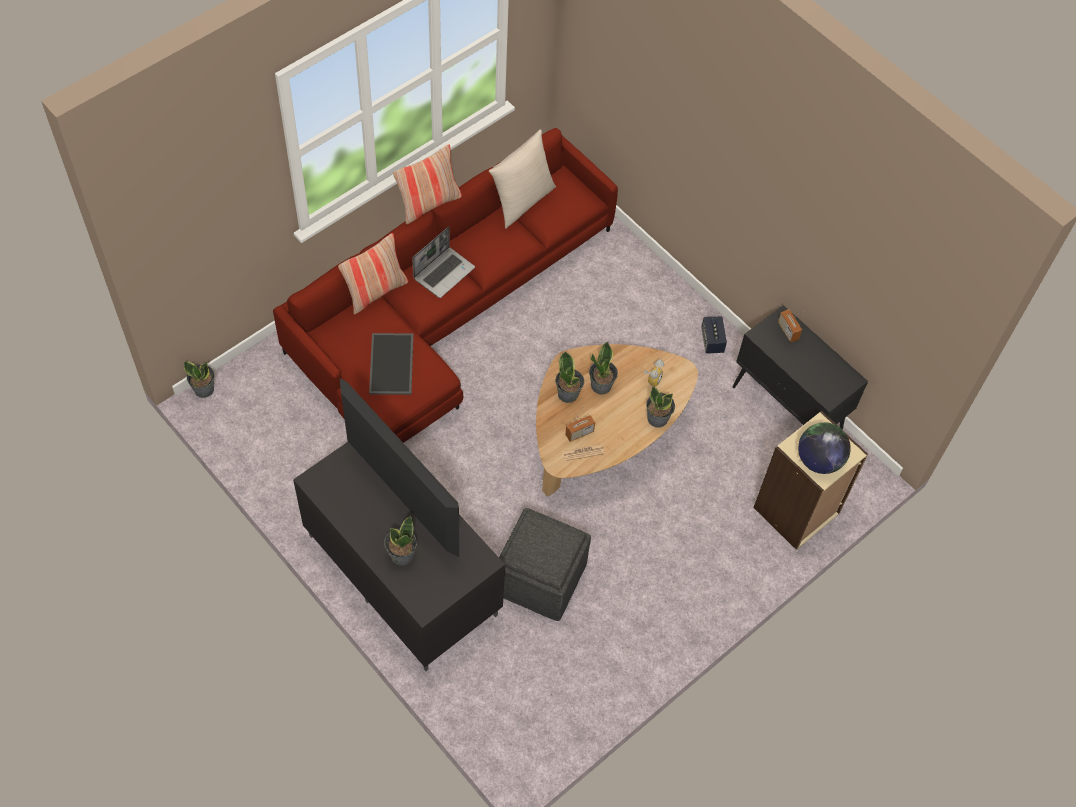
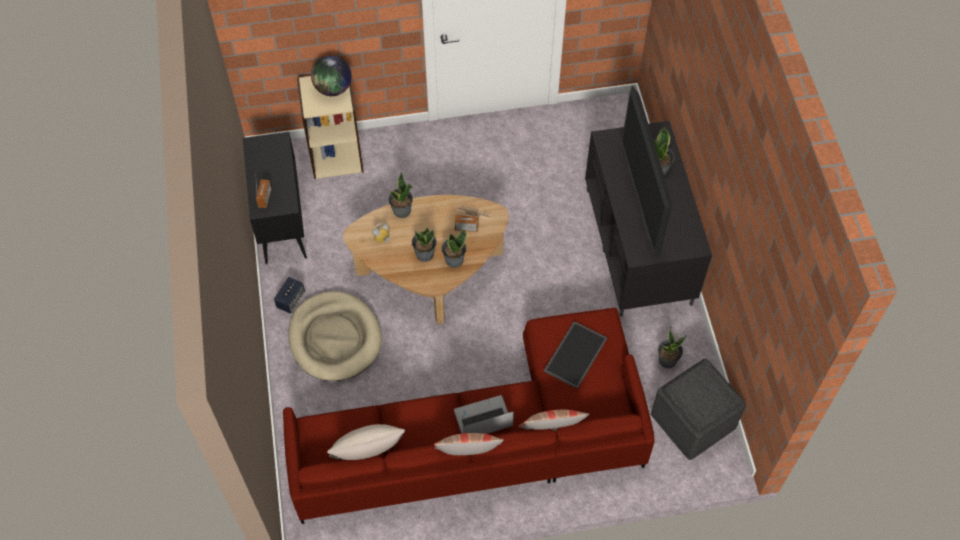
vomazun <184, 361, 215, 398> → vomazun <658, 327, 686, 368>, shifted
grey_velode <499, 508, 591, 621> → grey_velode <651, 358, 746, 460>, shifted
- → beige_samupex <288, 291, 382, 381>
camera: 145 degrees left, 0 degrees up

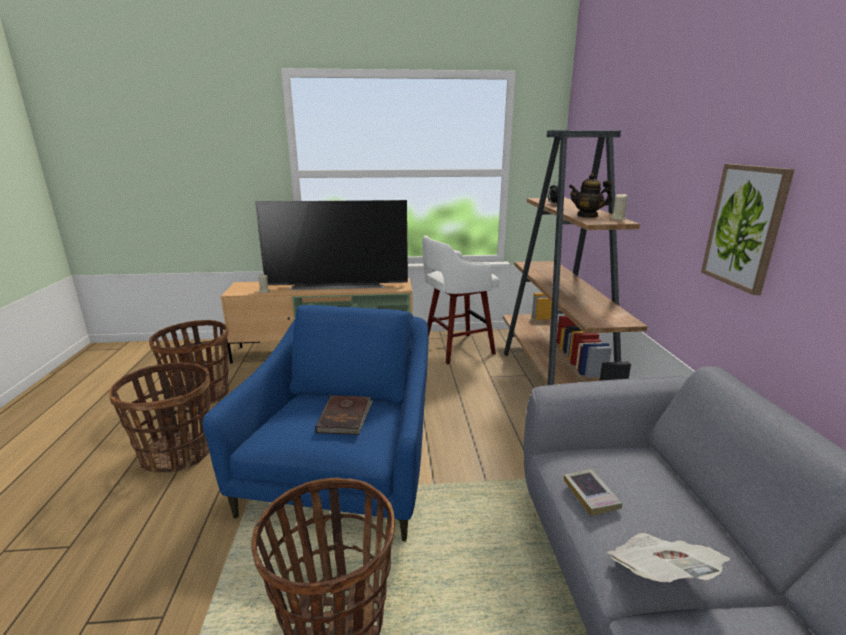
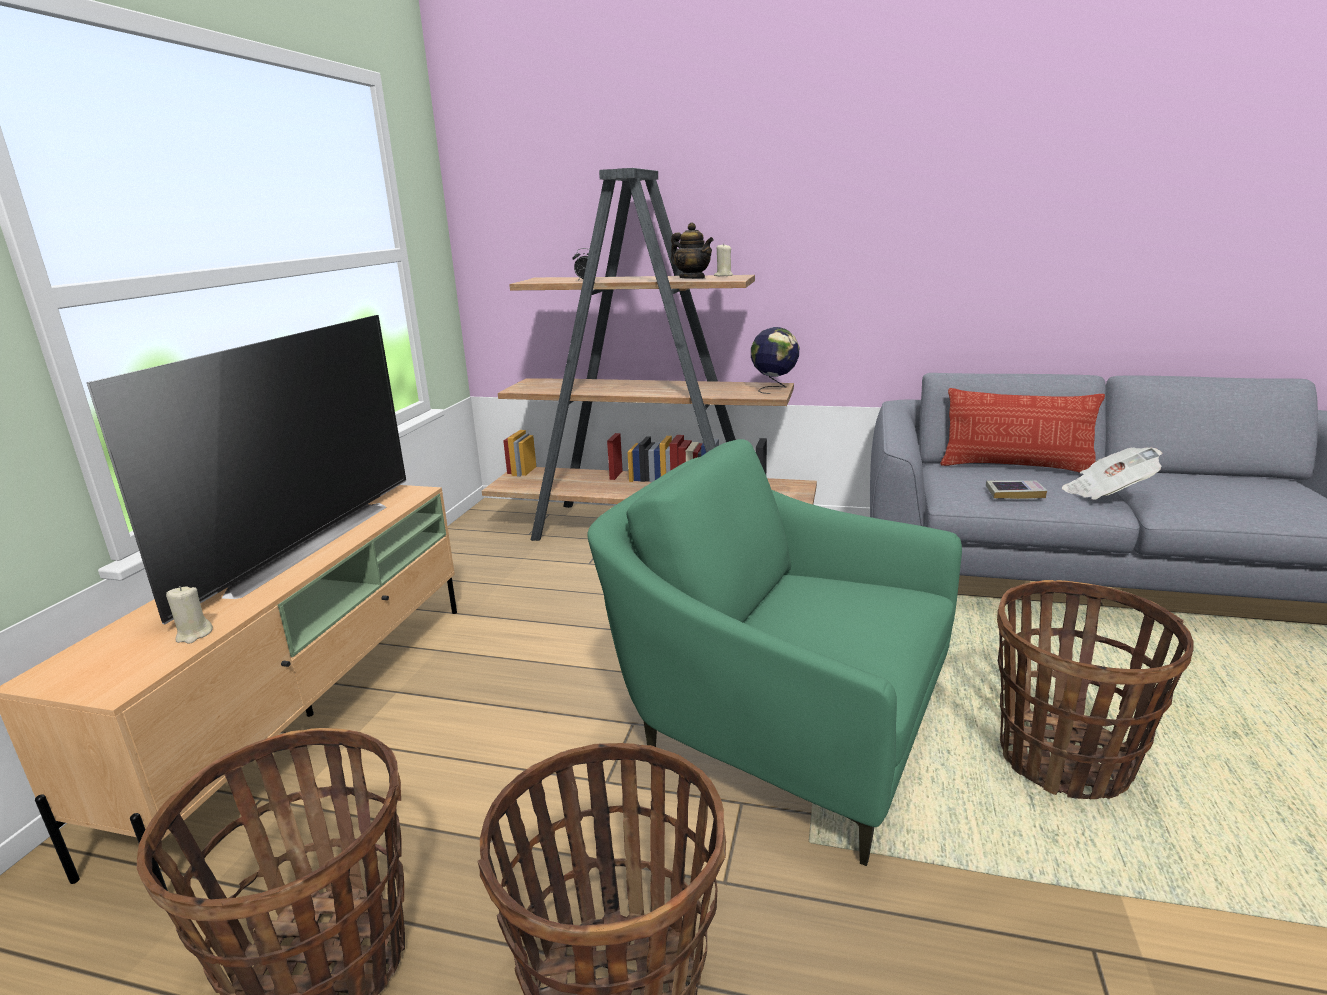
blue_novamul <202, 305, 429, 541> → green_novamul <587, 439, 962, 866>
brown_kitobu <315, 395, 373, 435> → -
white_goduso <423, 235, 499, 365> → -
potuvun <569, 173, 612, 218> → potuvun <671, 223, 714, 279>, 60 degrees counterclockwise
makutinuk <701, 164, 795, 295> → -
- → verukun <751, 327, 799, 394>
- → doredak <940, 388, 1105, 473>
camera: 70 degrees left, 0 degrees up

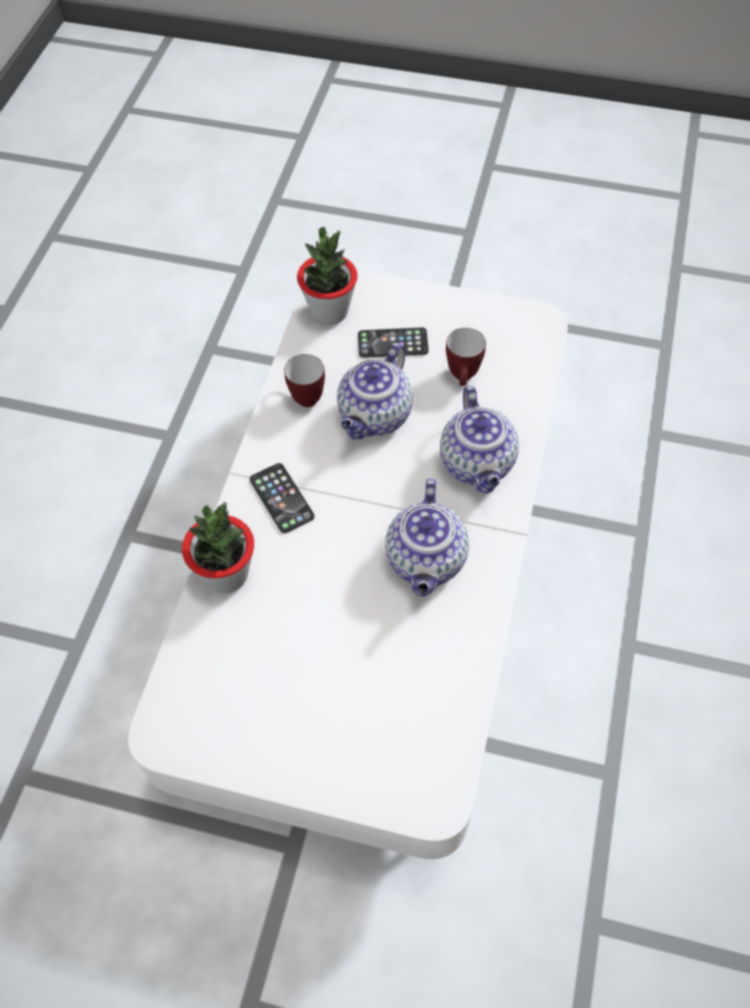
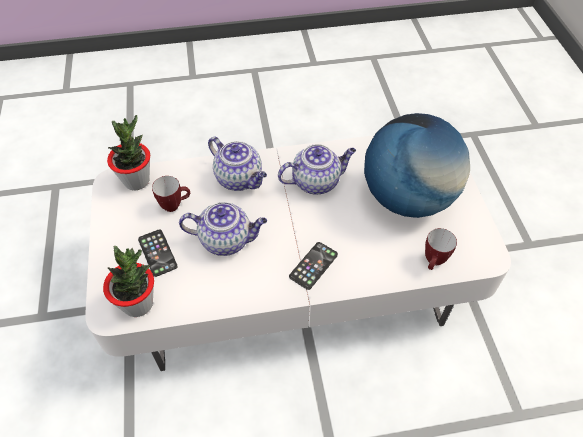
vomazun <182, 502, 254, 593> → vomazun <107, 115, 150, 191>, shifted
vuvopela <284, 354, 325, 407> → vuvopela <425, 228, 457, 270>, shifted
potuvun <440, 385, 519, 494> → potuvun <208, 136, 267, 191>, 75 degrees clockwise
- → verukun <364, 113, 470, 218>
camera: 115 degrees left, 5 degrees down

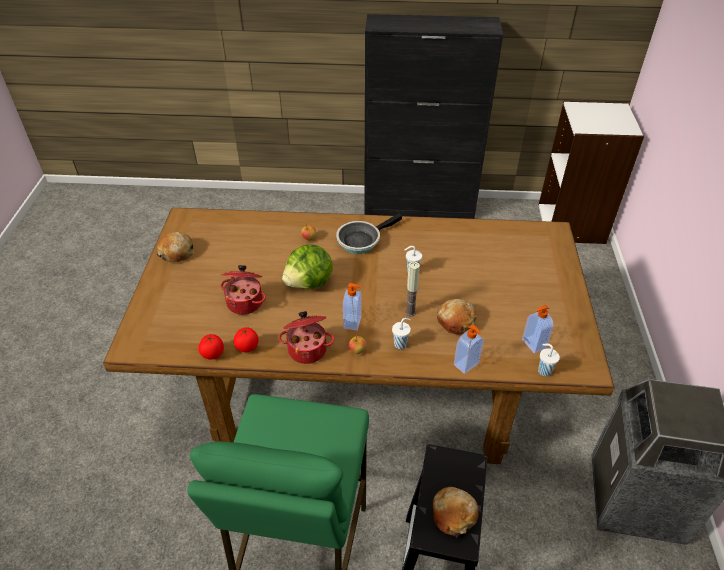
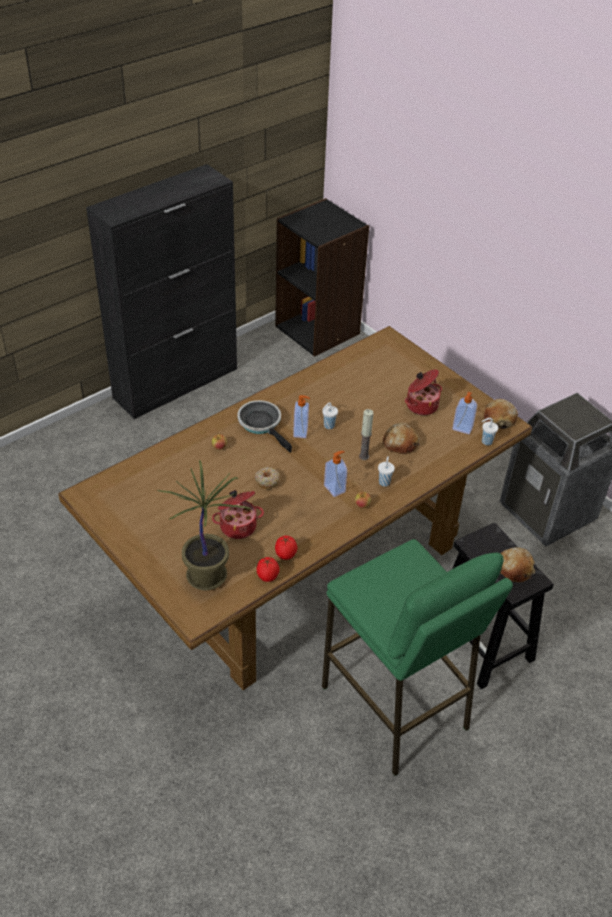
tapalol <157, 232, 194, 262> → tapalol <484, 399, 518, 429>, shifted
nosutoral <279, 311, 335, 364> → nosutoral <405, 369, 442, 415>, shifted
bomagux <282, 245, 333, 289> → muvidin <255, 467, 280, 489>
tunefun <336, 214, 402, 254> → tunefun <237, 400, 292, 453>, 135 degrees clockwise
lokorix <454, 324, 484, 374> → lokorix <293, 395, 310, 438>, shifted
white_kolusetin <539, 100, 644, 244> → black_kolusetin <275, 198, 369, 357>
- → vomazun <158, 460, 251, 590>
camera: 45 degrees left, 0 degrees up

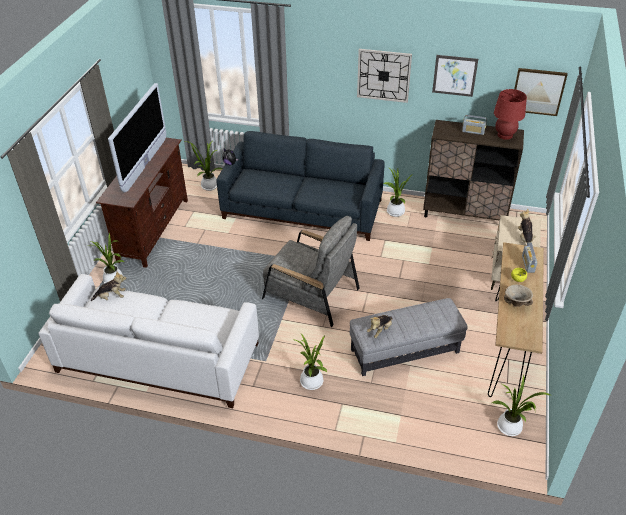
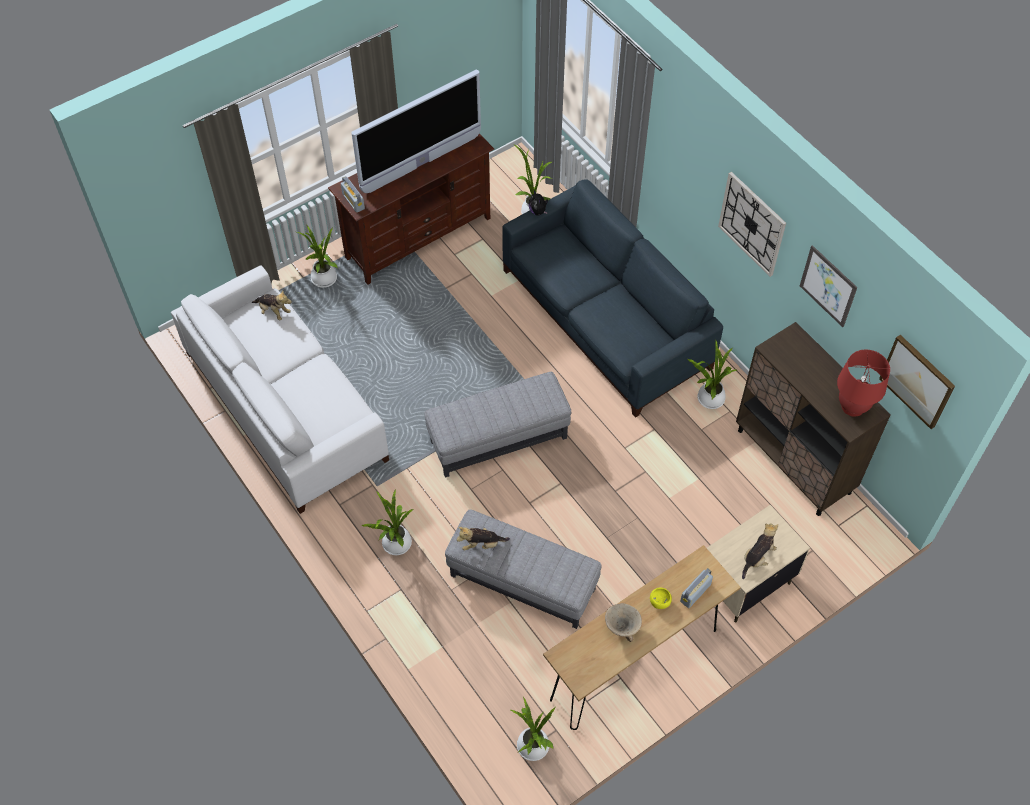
grey_novamul <262, 216, 360, 327> → grey_velode <425, 372, 571, 478>
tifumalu <462, 115, 487, 135> → tifumalu <341, 176, 365, 213>, shifted
camera: 40 degrees right, 15 degrees up

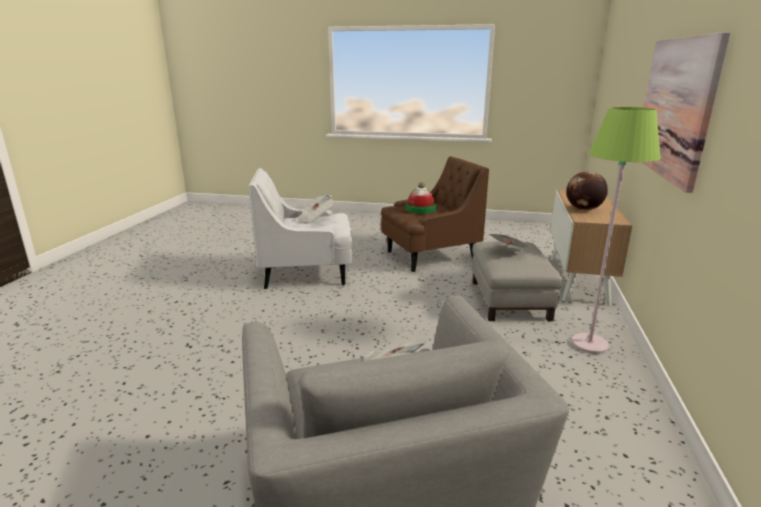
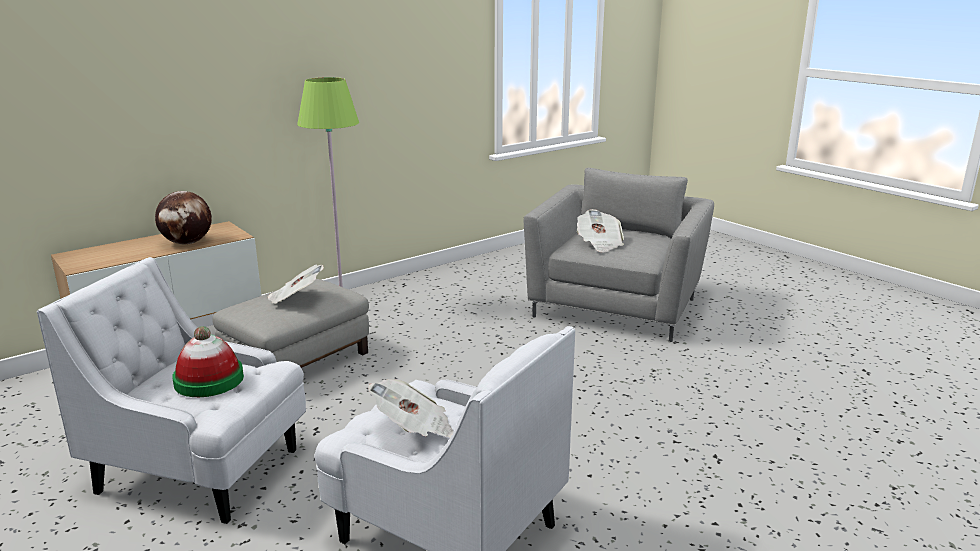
brown_novamul <381, 156, 489, 272> → white_novamul <37, 257, 306, 524>
makutinuk <641, 32, 731, 193> → -
camera: 140 degrees left, 0 degrees up

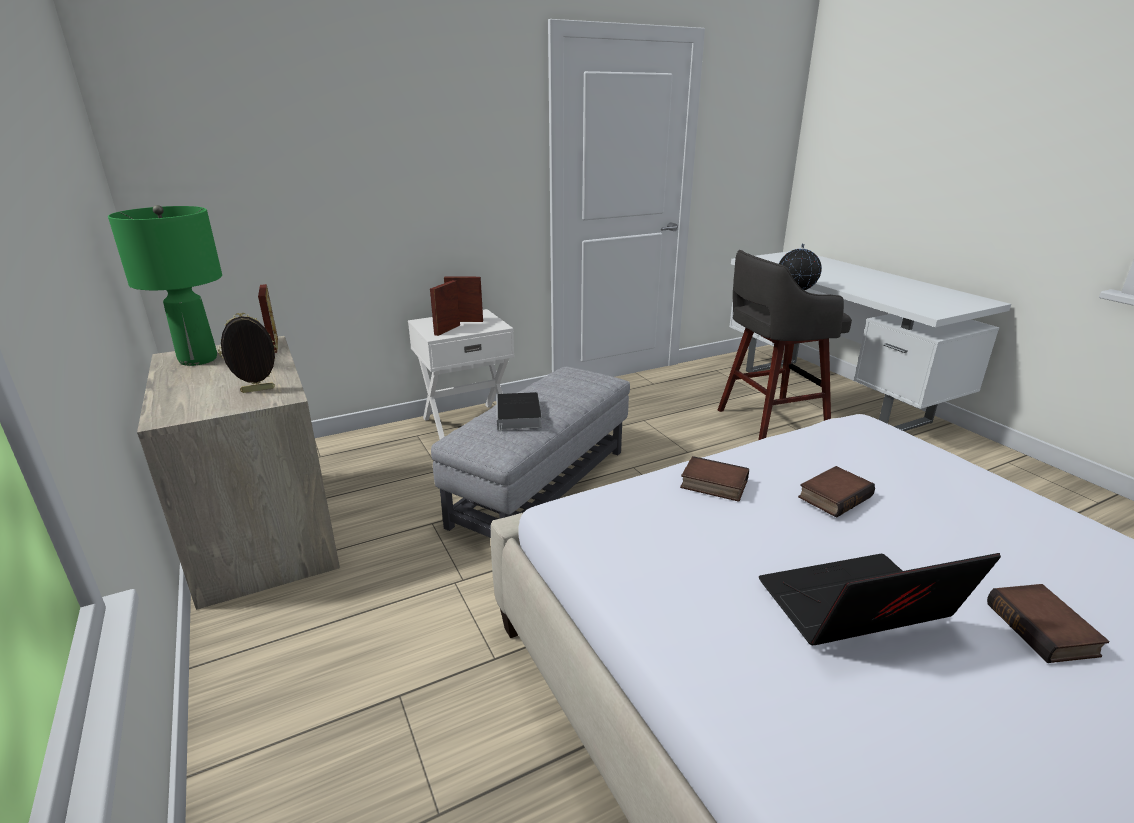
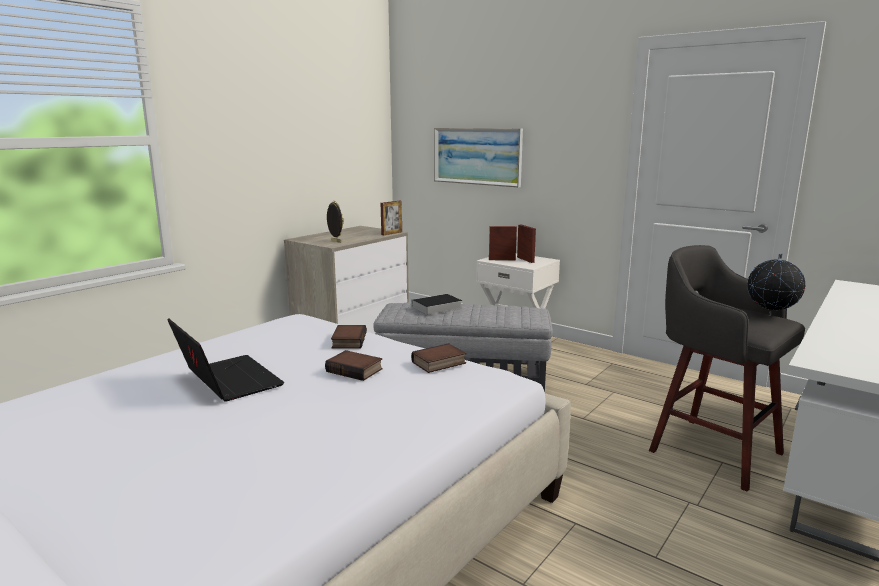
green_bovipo <108, 205, 222, 366> → -
kitobu <987, 584, 1109, 663> → kitobu <411, 343, 466, 373>, shifted
- → makutinuk <434, 128, 523, 188>
camera: 65 degrees right, 10 degrees down

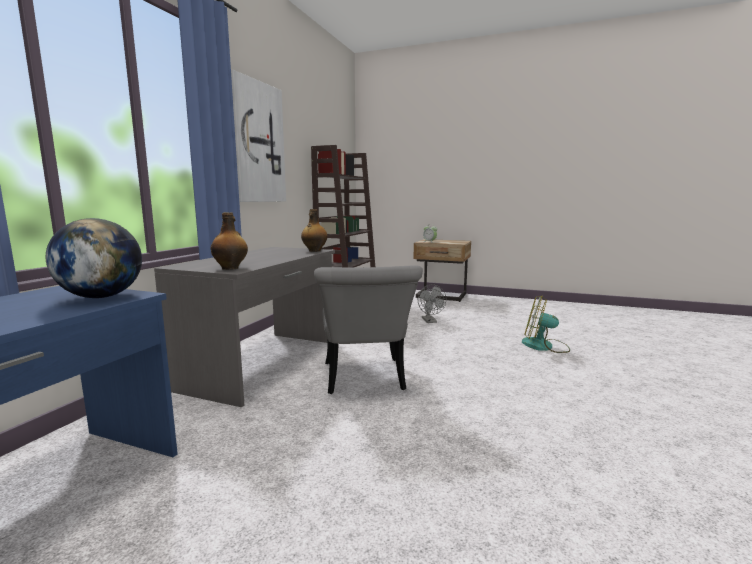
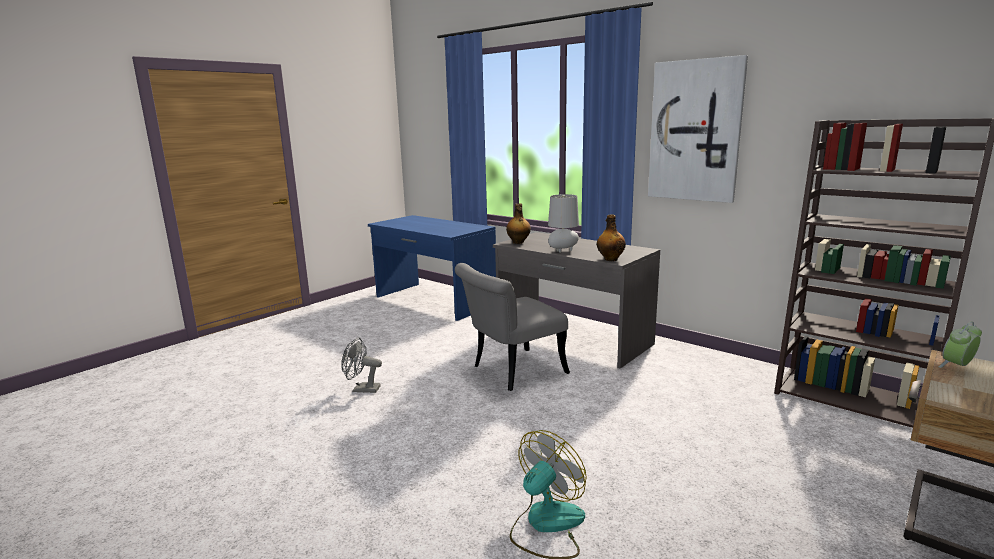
verukun <46, 218, 142, 298> → -
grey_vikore <314, 265, 423, 394> → grey_vikore <455, 263, 570, 391>, 45 degrees counterclockwise
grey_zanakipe <418, 284, 446, 323> → grey_zanakipe <341, 337, 382, 393>, shifted
- → grey_bovipo <548, 194, 579, 253>
camera: 110 degrees right, 5 degrees up

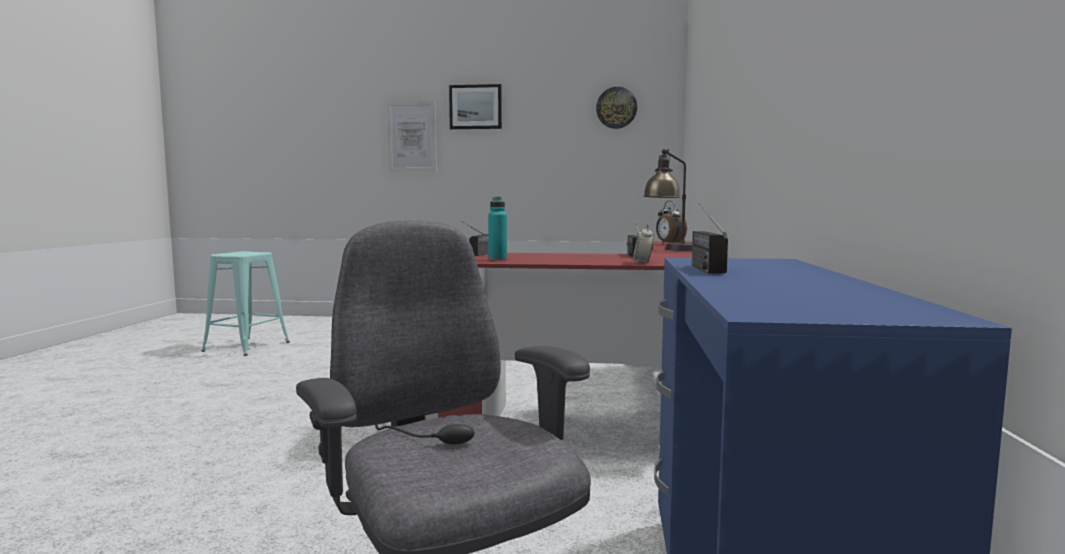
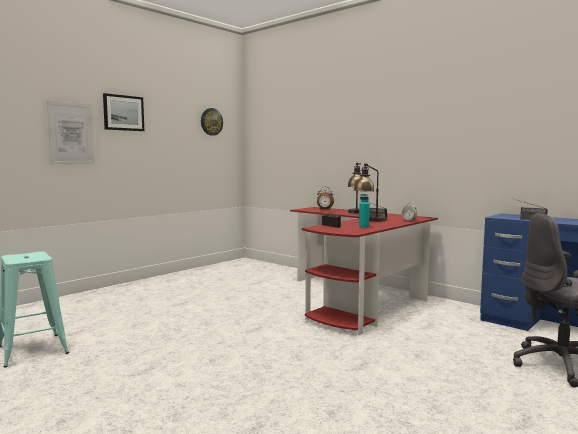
- → bovipo <354, 163, 387, 222>
camera: 55 degrees left, 0 degrees up

